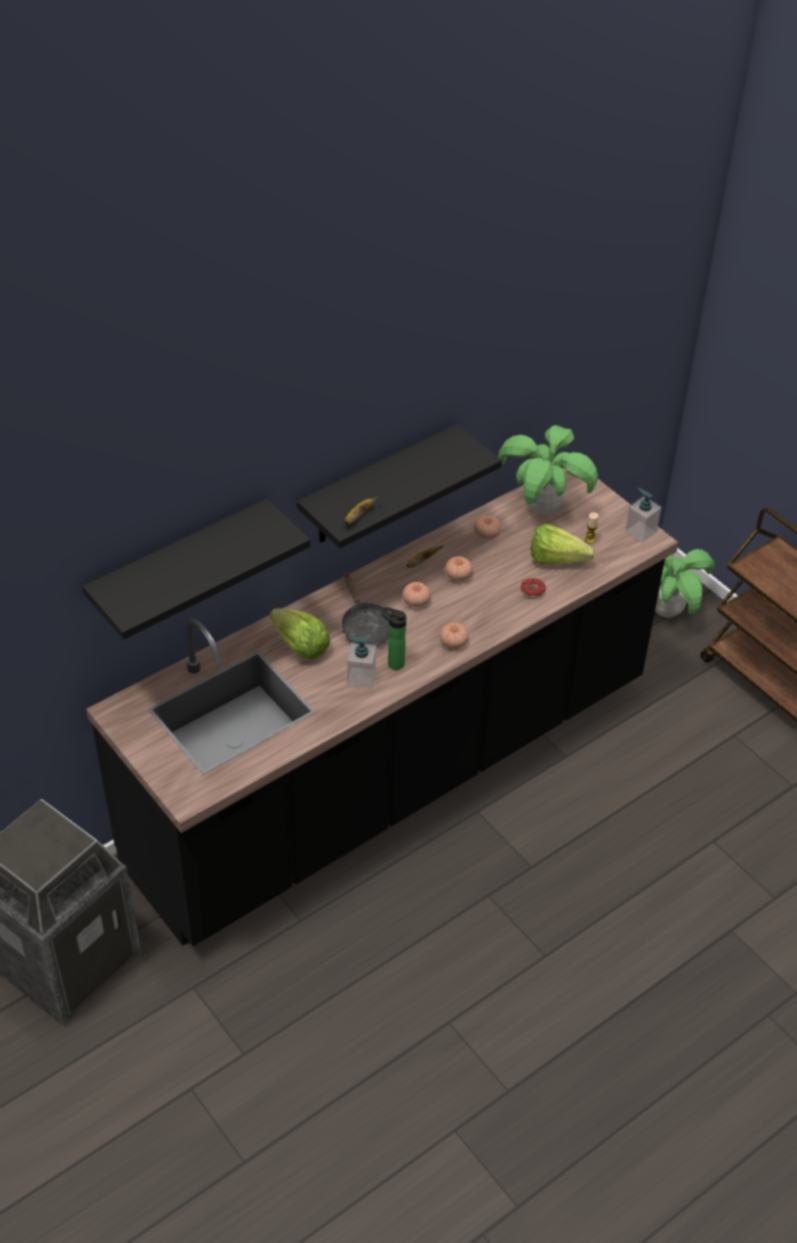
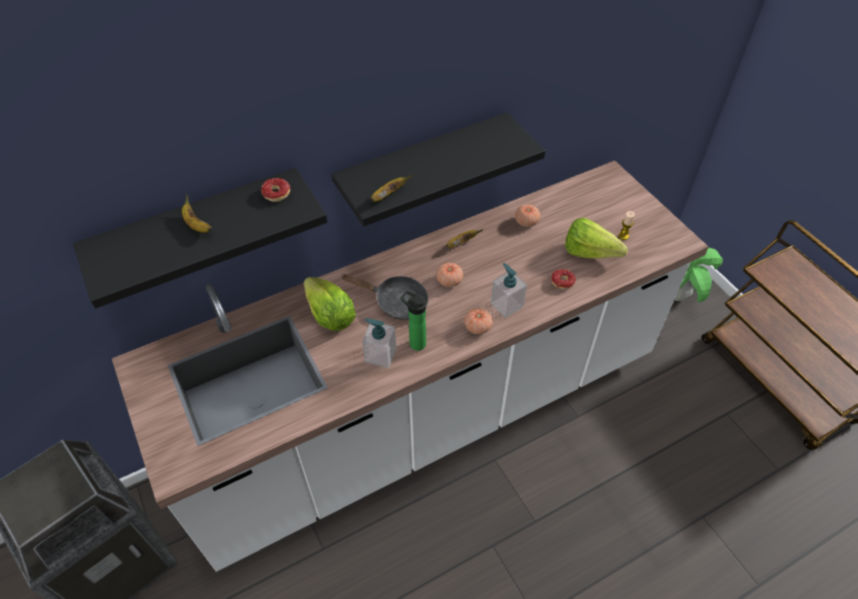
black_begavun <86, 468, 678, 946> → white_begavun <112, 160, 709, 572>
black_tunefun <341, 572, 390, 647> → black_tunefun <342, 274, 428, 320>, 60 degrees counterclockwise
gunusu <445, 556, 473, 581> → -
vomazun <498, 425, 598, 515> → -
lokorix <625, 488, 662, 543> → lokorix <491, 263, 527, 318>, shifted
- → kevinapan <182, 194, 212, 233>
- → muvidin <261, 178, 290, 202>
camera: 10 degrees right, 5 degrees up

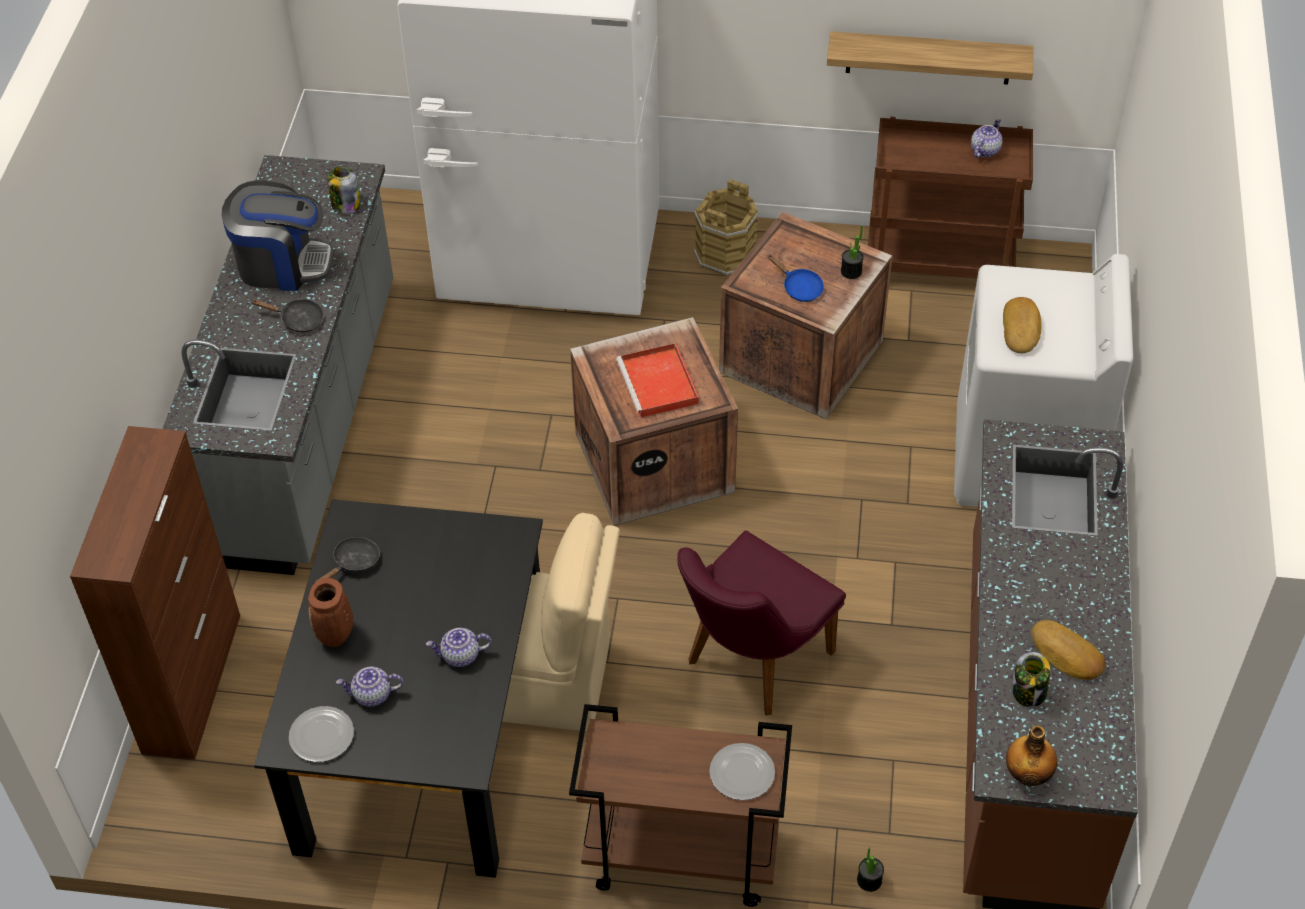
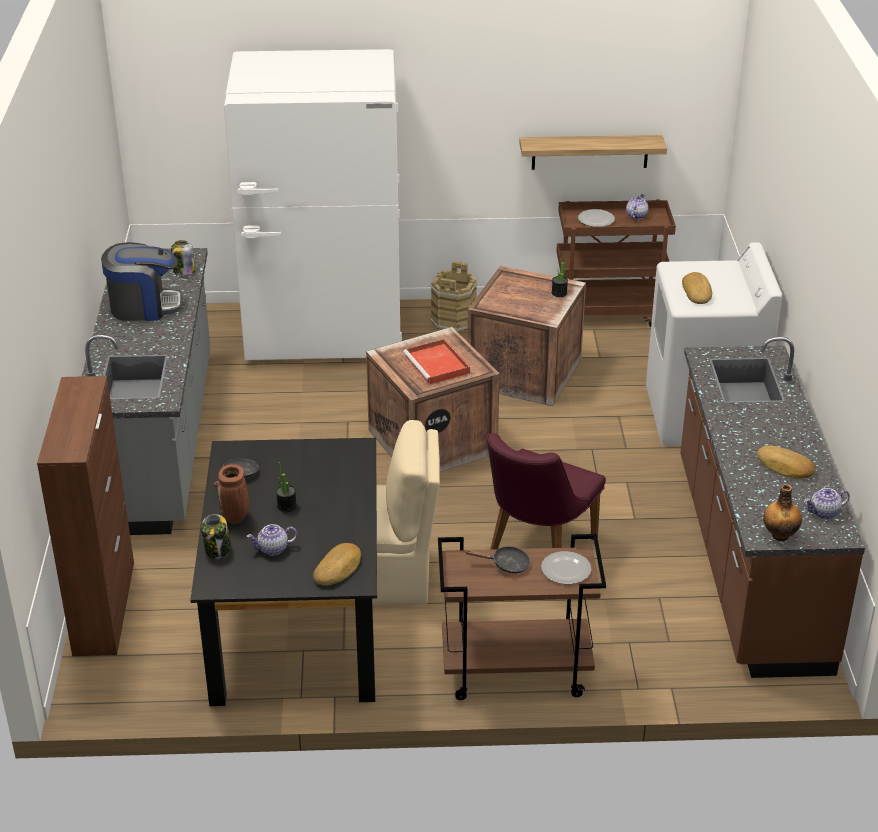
black_tunefun <251, 299, 324, 332> → black_tunefun <466, 546, 530, 574>, shifted
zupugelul <289, 706, 354, 762> → zupugelul <578, 209, 615, 227>, shifted
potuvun <426, 628, 492, 667> → potuvun <805, 488, 850, 519>, shifted
blue_tunefun <767, 254, 824, 302> → -
vomazun <857, 847, 884, 892> → vomazun <276, 462, 297, 512>, shifted
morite <1012, 652, 1050, 707> → morite <201, 514, 231, 559>, shifted
- → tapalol <313, 543, 361, 586>
camera: 10 degrees left, 15 degrees down

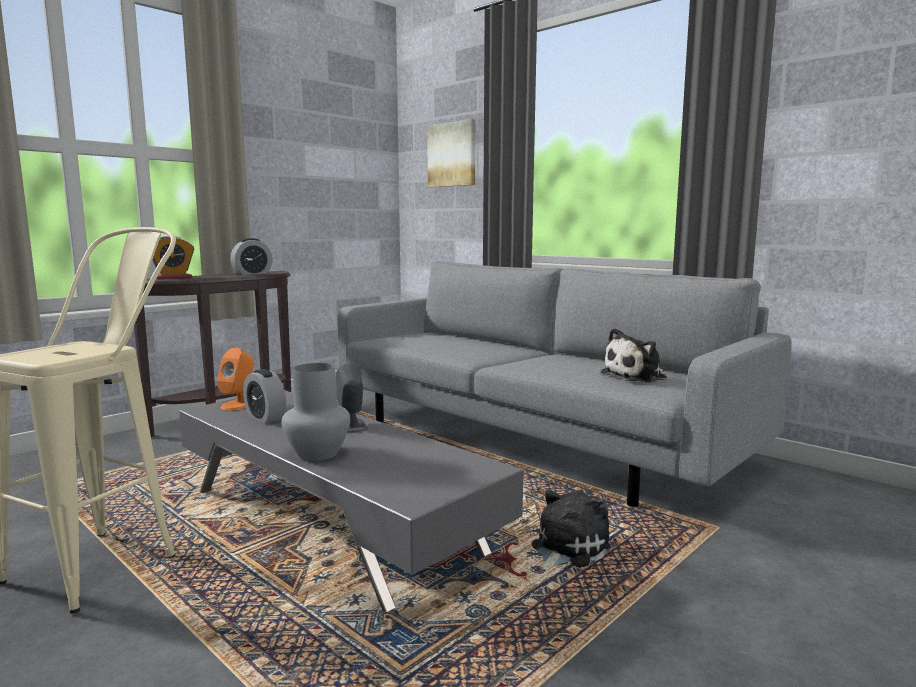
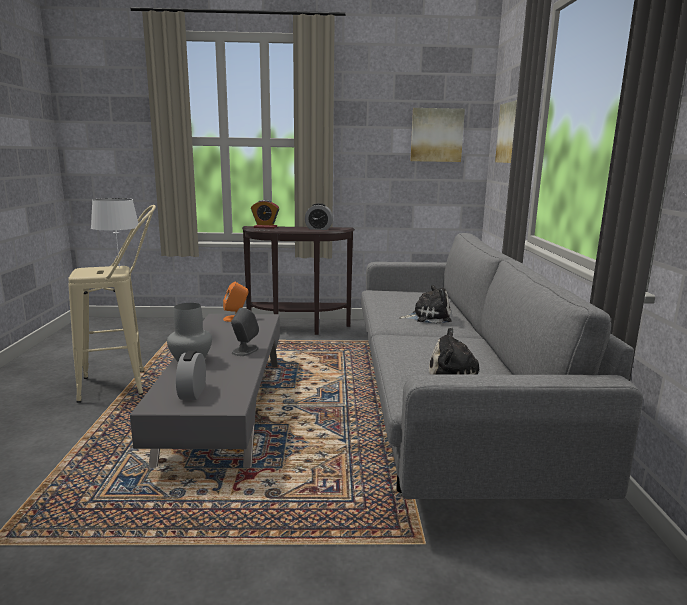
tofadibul <243, 369, 286, 423> → tofadibul <176, 351, 206, 400>, shifted
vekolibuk <532, 490, 611, 570> → vekolibuk <399, 285, 452, 324>, shifted
- → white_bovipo <91, 198, 139, 268>
- → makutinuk <410, 108, 465, 162>
camera: 45 degrees right, 5 degrees up

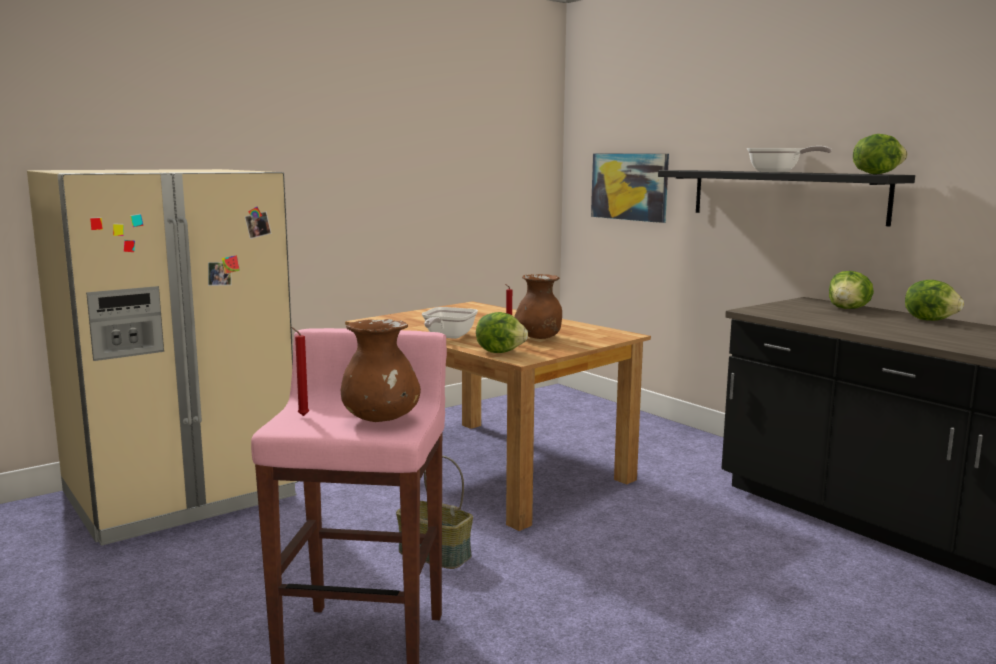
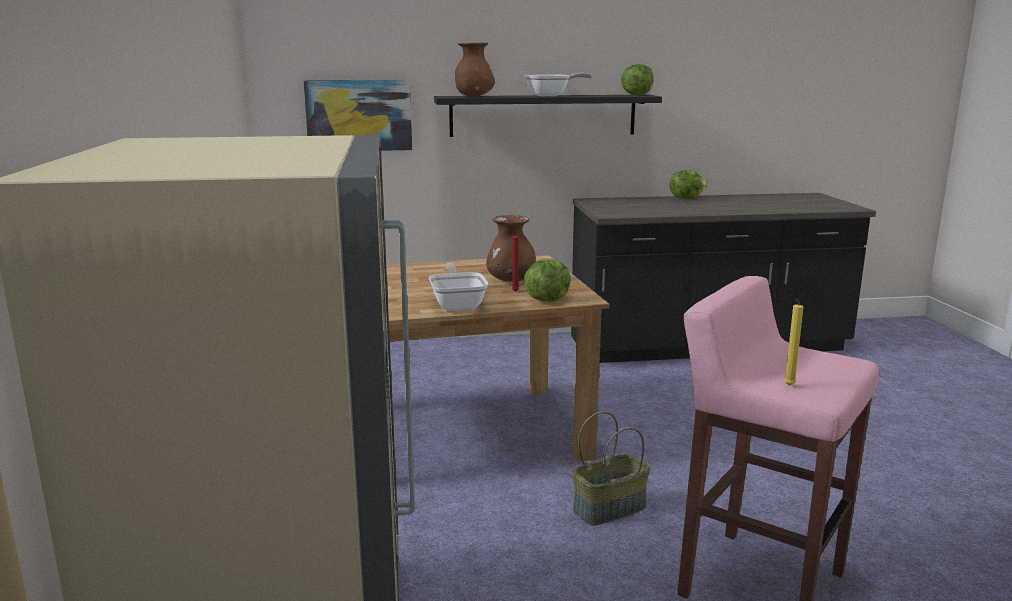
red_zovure <291, 327, 309, 416> → yellow_zovure <784, 299, 803, 386>
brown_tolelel <341, 319, 421, 422> → brown_tolelel <455, 42, 495, 97>, shifted
tunefun <422, 307, 478, 339> → tunefun <429, 263, 488, 311>, 150 degrees counterclockwise
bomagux <829, 271, 874, 309> → -
camera: 60 degrees left, 5 degrees up

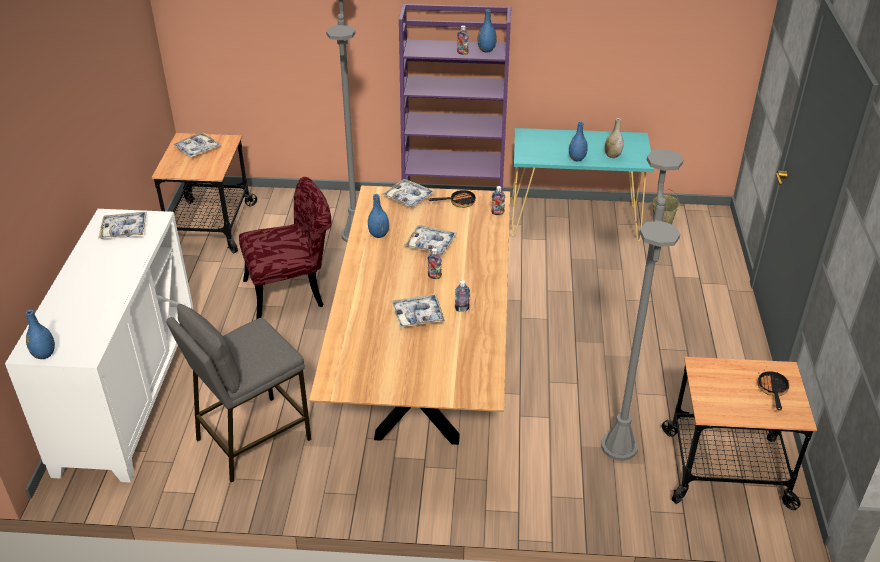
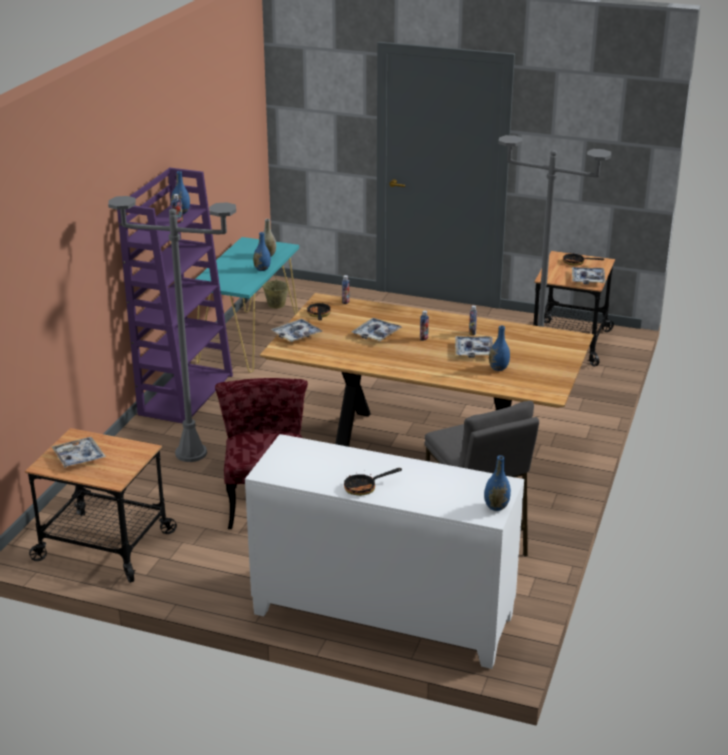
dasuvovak <98, 212, 147, 239> → dasuvovak <572, 267, 606, 284>, shifted
blue_tolelel <368, 194, 389, 238> → blue_tolelel <489, 325, 510, 371>, shifted
- → tunefun <344, 468, 402, 496>
camera: 75 degrees left, 10 degrees down

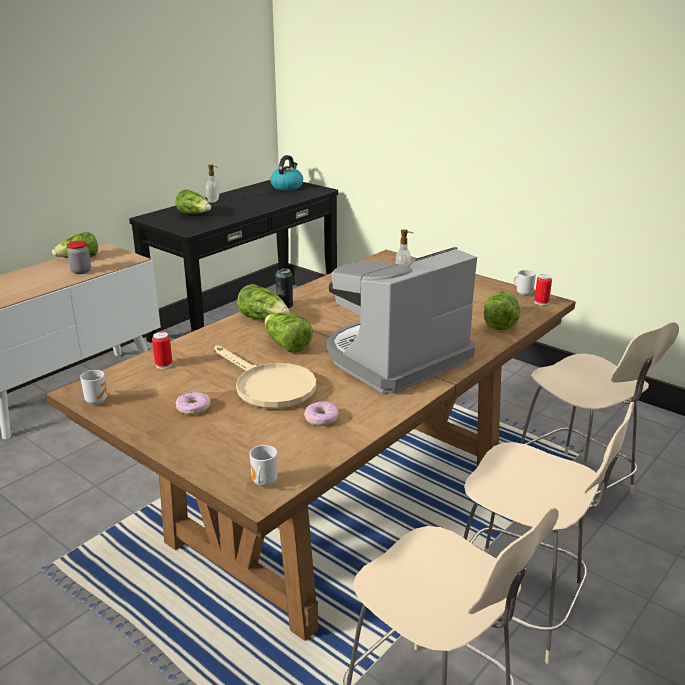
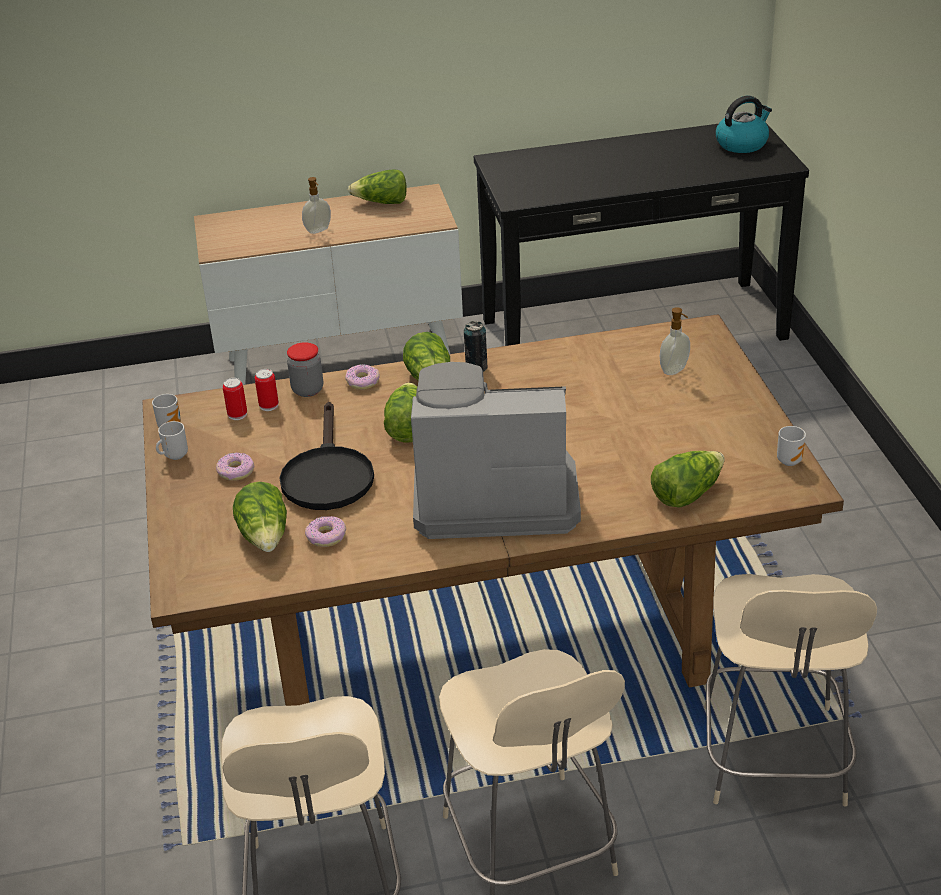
morite <67, 241, 91, 274> → morite <287, 342, 323, 397>, shifted
bomagux <175, 189, 211, 214> → bomagux <233, 482, 287, 552>, shifted
lokorix <206, 165, 220, 203> → lokorix <302, 177, 331, 234>, shifted
beige_tunefun <214, 346, 316, 409> → black_tunefun <279, 402, 374, 510>
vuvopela <250, 445, 278, 487> → vuvopela <156, 421, 188, 460>, shifted
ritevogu <534, 274, 552, 305> → ritevogu <223, 378, 247, 420>, shifted
- → muvidin <345, 364, 380, 390>
camera: 40 degrees right, 10 degrees up

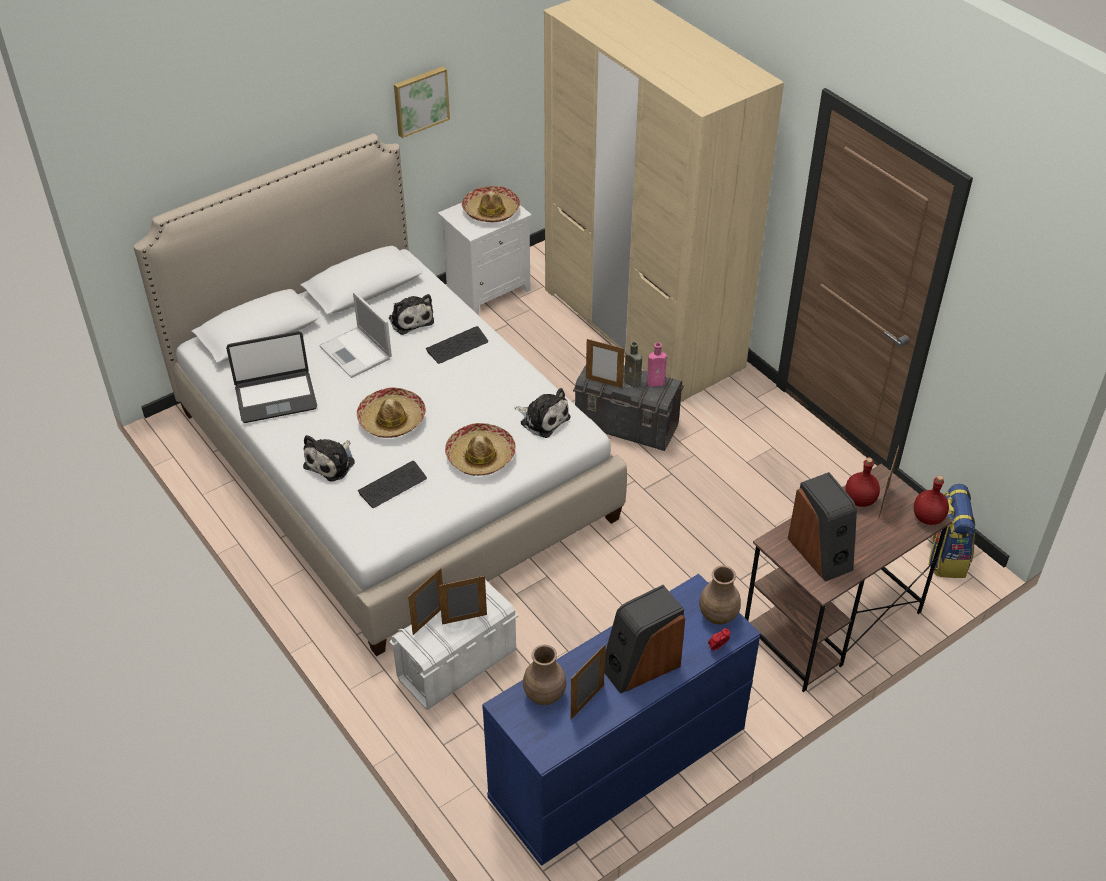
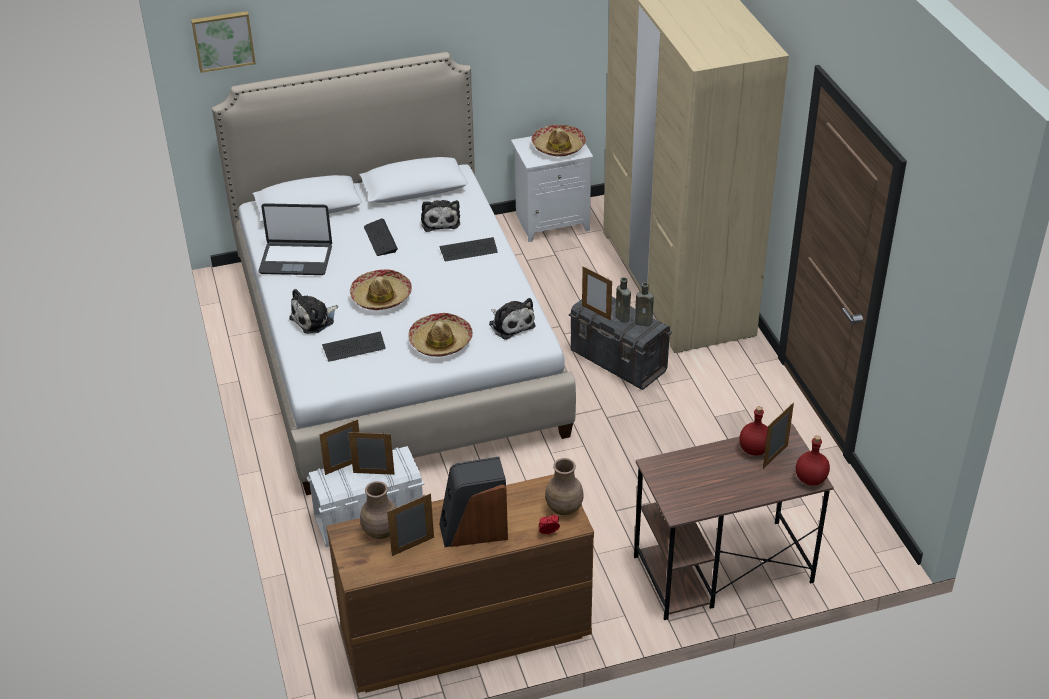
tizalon <319, 292, 392, 378> → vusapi <364, 218, 398, 256>
makutinuk <394, 66, 450, 138> → makutinuk <191, 11, 256, 73>, shifted
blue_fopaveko <482, 574, 761, 866> → brown_fopaveko <326, 474, 594, 693>
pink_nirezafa <647, 342, 667, 387> → brown_nirezafa <635, 282, 654, 326>
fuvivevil <788, 472, 857, 582> → -
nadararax <929, 484, 975, 578> → -
camera: 20 degrees right, 5 degrees down

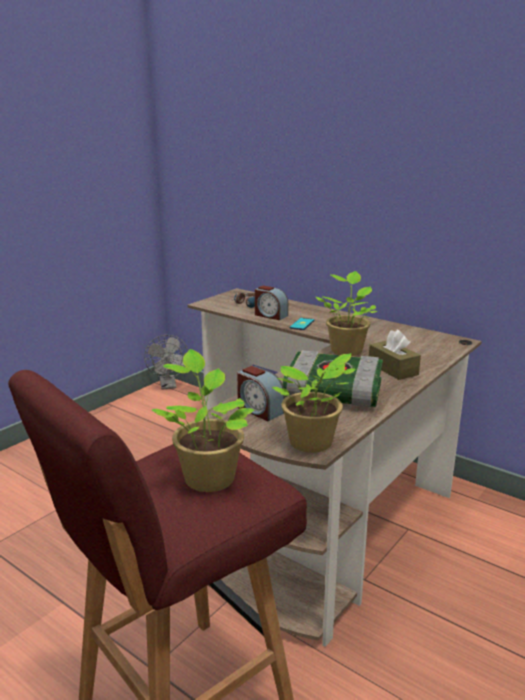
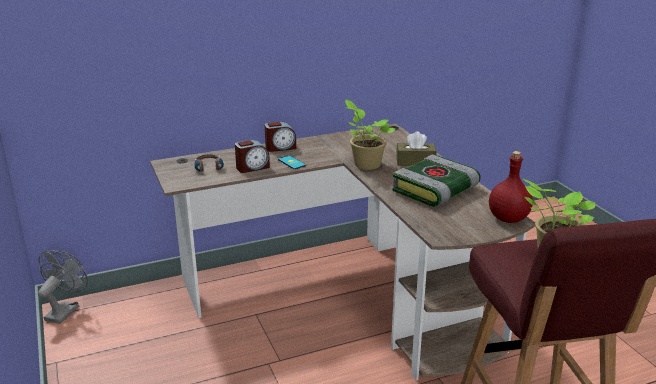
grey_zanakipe <144, 335, 188, 389> → grey_zanakipe <38, 250, 88, 324>, 90 degrees counterclockwise
tofadibul <237, 366, 285, 421> → tofadibul <265, 122, 296, 152>, shifted
vomazun <272, 353, 356, 453> → red_nirezafa <489, 151, 533, 223>
camera: 60 degrees left, 5 degrees up

